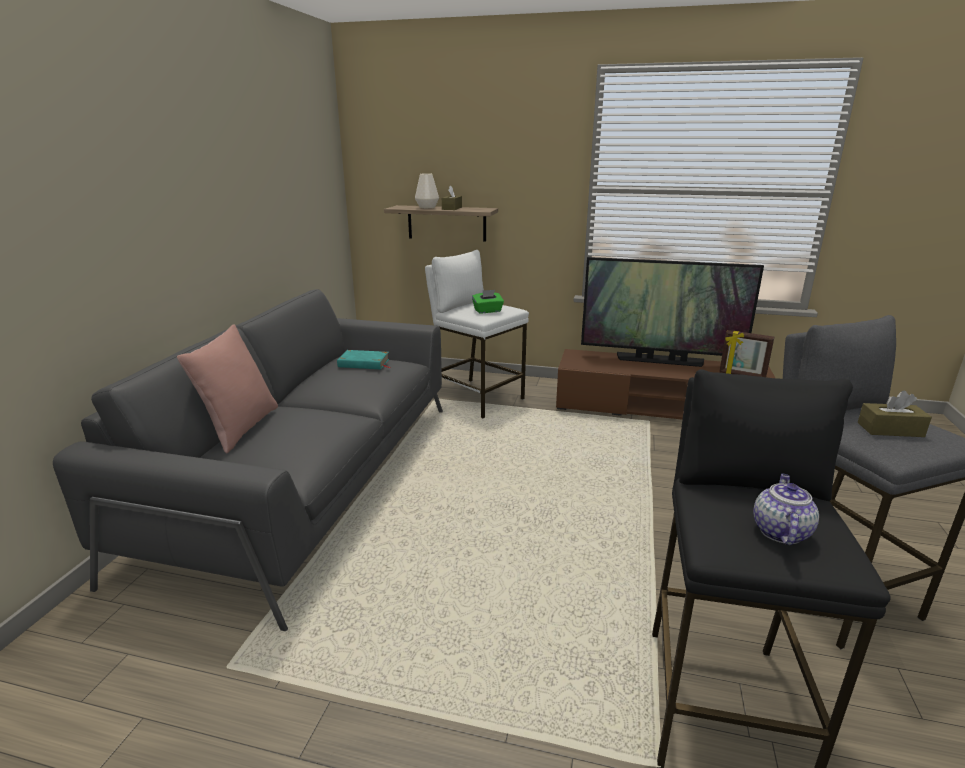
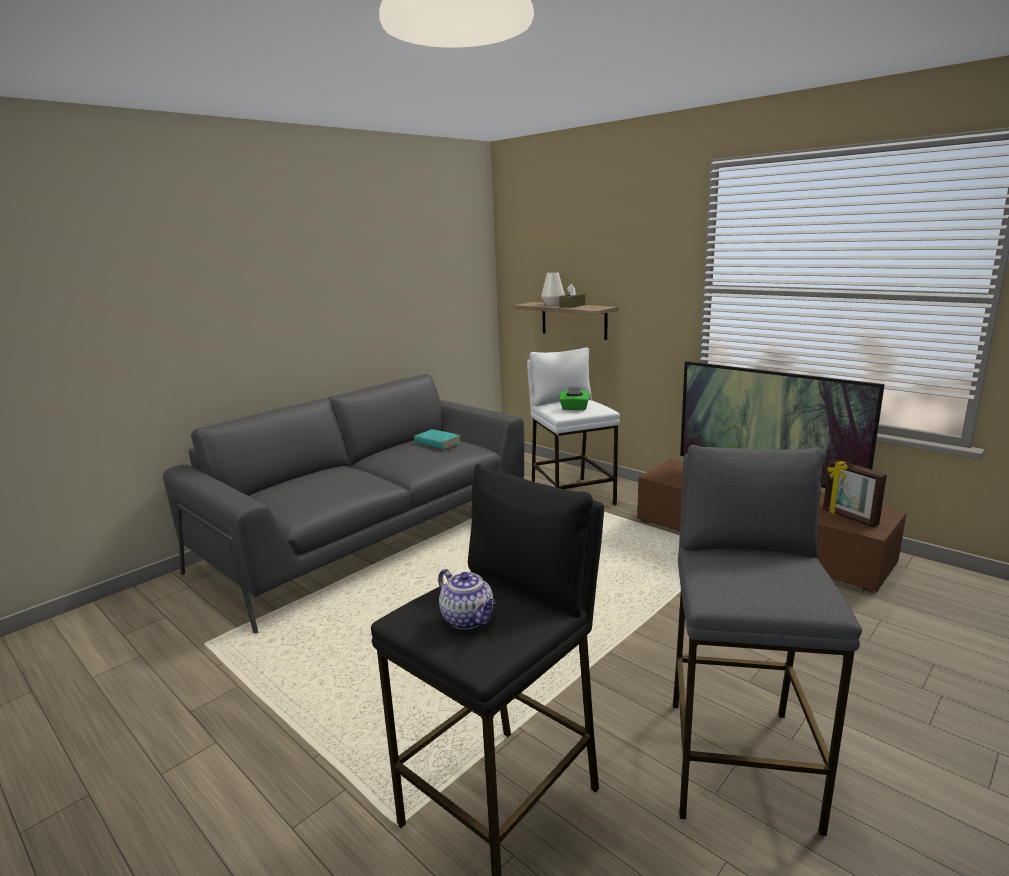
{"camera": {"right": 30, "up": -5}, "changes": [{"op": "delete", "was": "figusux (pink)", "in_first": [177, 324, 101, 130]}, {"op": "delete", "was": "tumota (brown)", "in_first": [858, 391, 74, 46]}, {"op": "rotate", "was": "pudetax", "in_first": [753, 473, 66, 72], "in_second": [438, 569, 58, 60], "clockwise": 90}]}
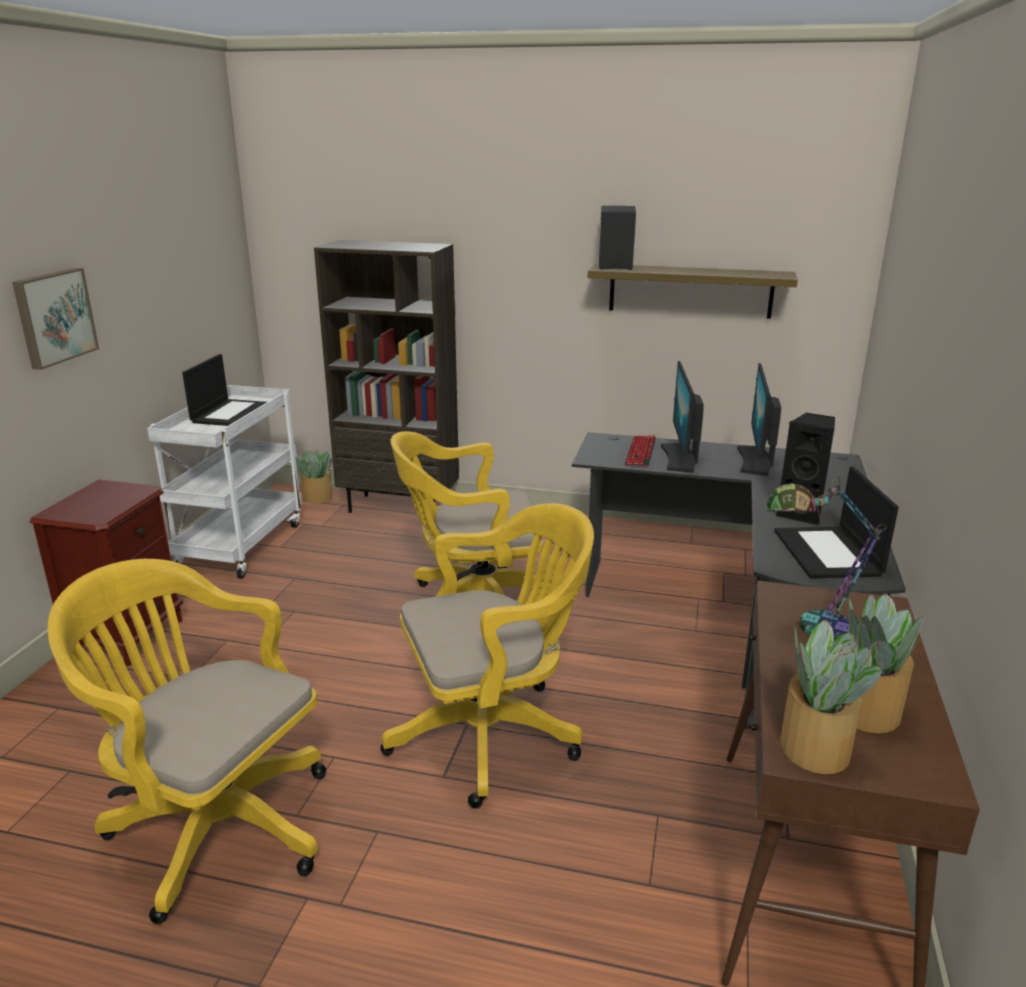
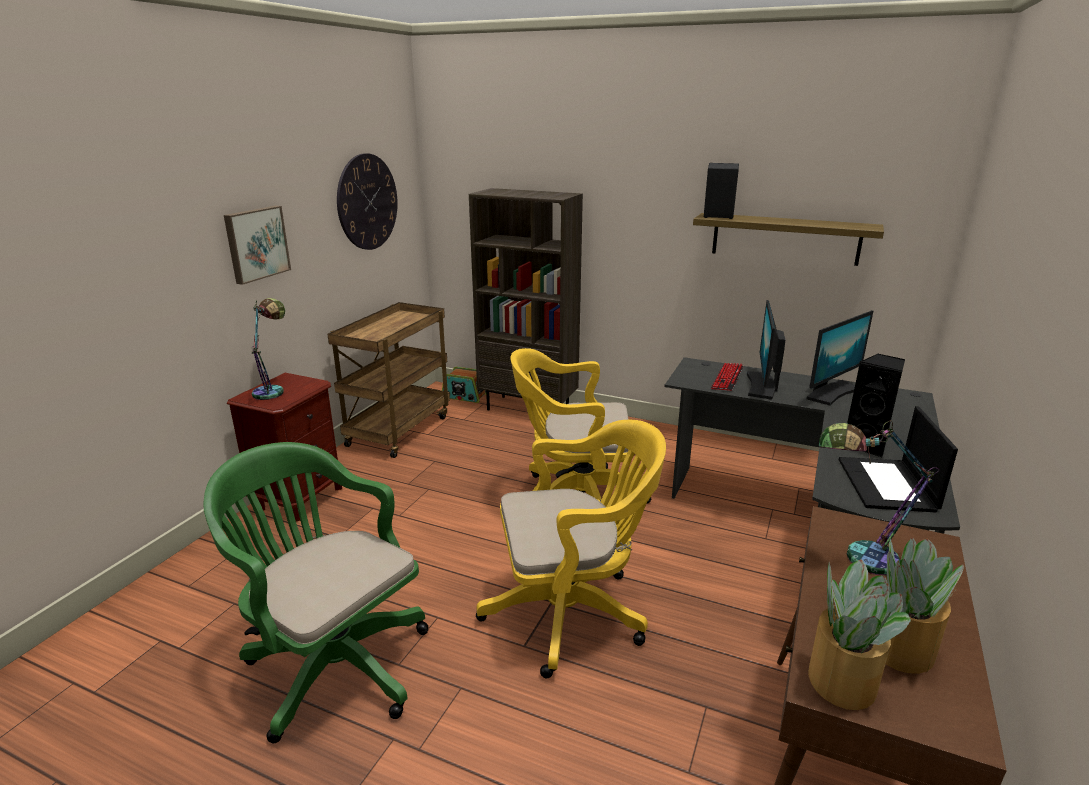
{"camera": {"right": 10, "up": 0}, "changes": [{"op": "delete", "was": "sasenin", "in_first": [182, 354, 85, 72]}, {"op": "rotate", "was": "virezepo", "in_first": [737, 363, 44, 113], "in_second": [807, 310, 66, 96], "clockwise": -150}, {"op": "recolor", "was": "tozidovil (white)", "now": "tozidovil (brown)", "in_first": [147, 385, 155, 193], "in_second": [327, 302, 123, 156]}, {"op": "replace", "was": "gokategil", "now": "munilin", "in_first": [295, 449, 37, 55], "in_second": [442, 367, 44, 36]}, {"op": "recolor", "was": "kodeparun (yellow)", "now": "kodeparun (green)", "in_first": [48, 559, 278, 365], "in_second": [204, 442, 225, 302]}, {"op": "insert", "now": "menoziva", "in_second": [337, 153, 61, 97]}, {"op": "insert", "now": "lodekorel", "in_second": [252, 298, 33, 102]}]}
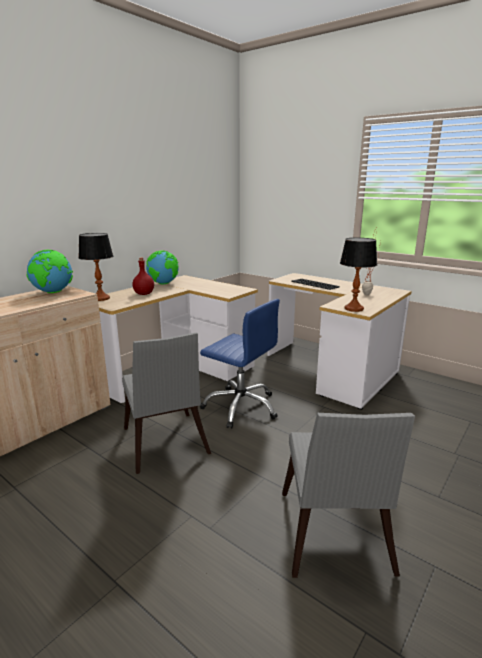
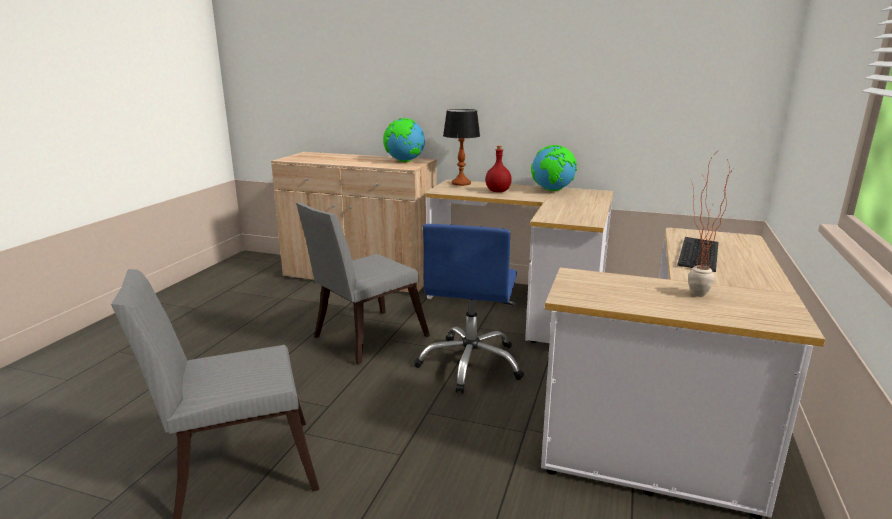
{"camera": {"right": 70, "up": 0}, "changes": [{"op": "delete", "was": "lodekorel", "in_first": [340, 238, 37, 74]}]}
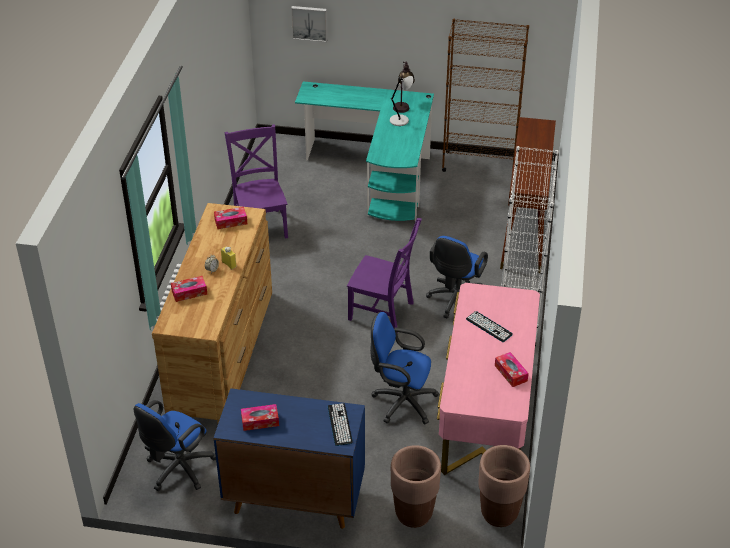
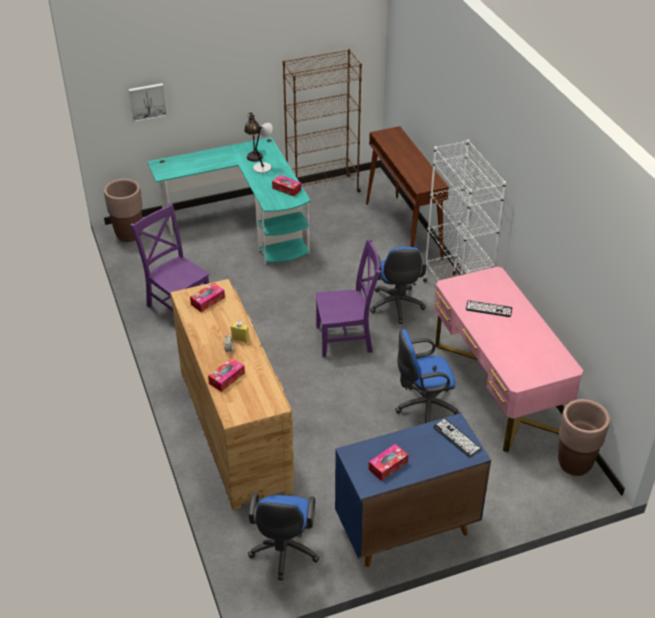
{"camera": {"right": -30, "up": 0}, "changes": [{"op": "move", "was": "tumota", "in_first": [495, 352, 34, 35], "in_second": [272, 175, 29, 22]}, {"op": "move", "was": "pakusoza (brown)", "in_first": [391, 445, 50, 83], "in_second": [104, 179, 39, 63]}]}
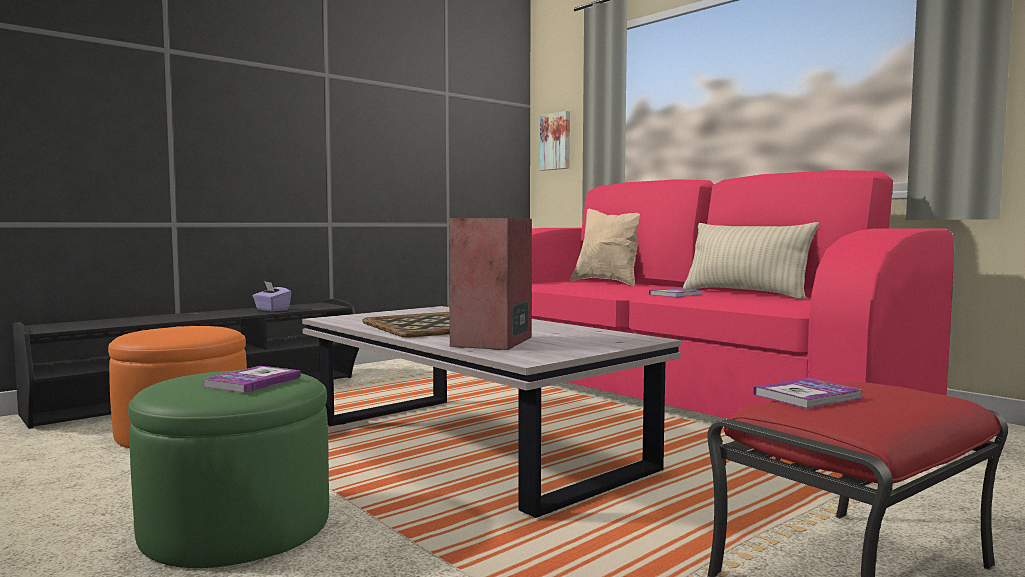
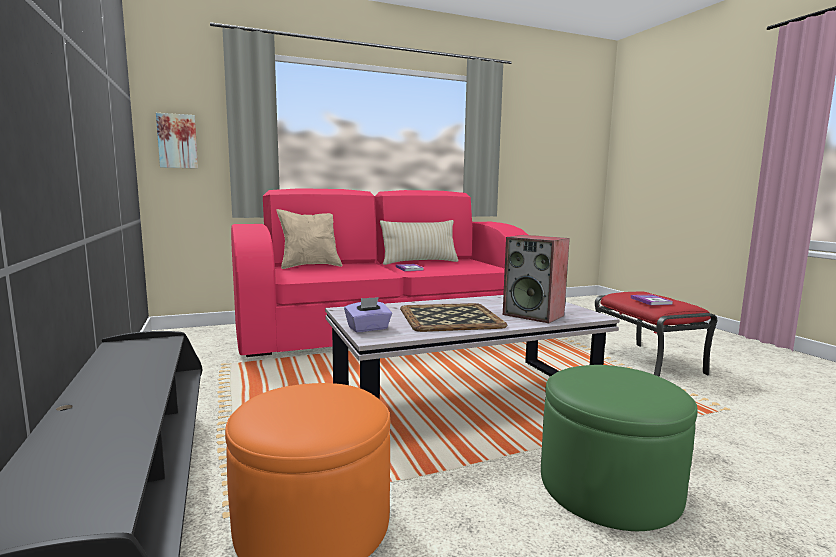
{"camera": {"right": -70, "up": 5}, "changes": [{"op": "move", "was": "tumota (purple)", "in_first": [253, 281, 38, 31], "in_second": [344, 297, 48, 35]}, {"op": "delete", "was": "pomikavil", "in_first": [203, 366, 98, 27]}]}
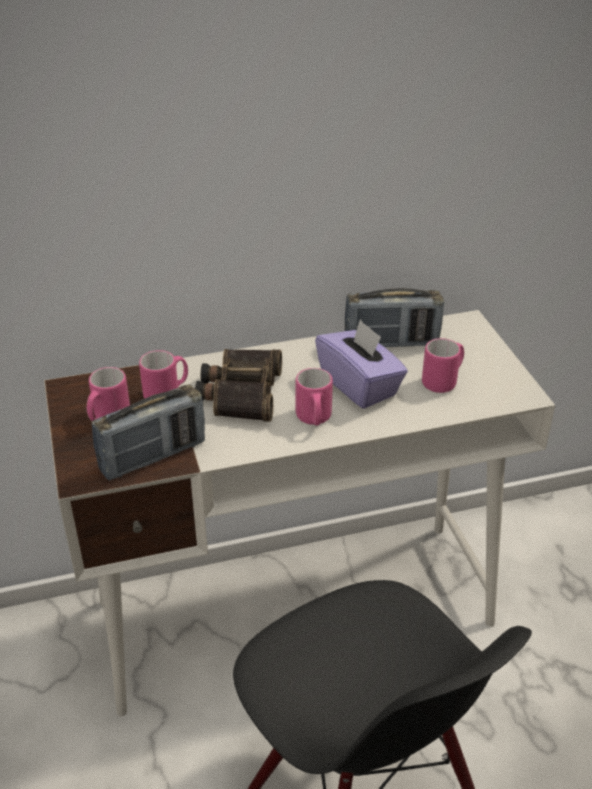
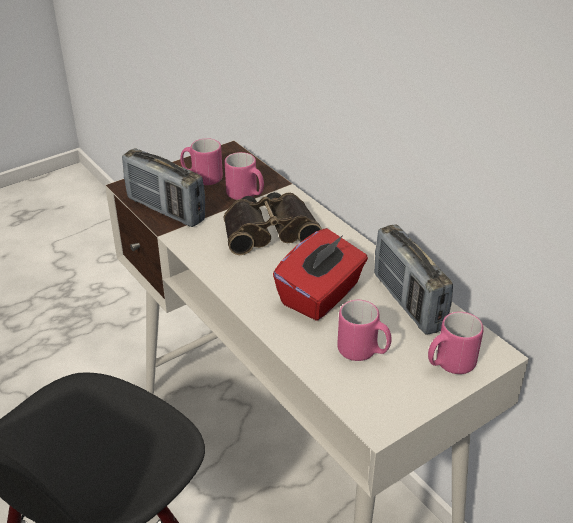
{"camera": {"right": 70, "up": 0}, "changes": [{"op": "recolor", "was": "tumota (purple)", "now": "tumota (red)", "in_first": [315, 319, 93, 90], "in_second": [273, 228, 95, 93]}, {"op": "move", "was": "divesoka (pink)", "in_first": [296, 368, 37, 58], "in_second": [428, 312, 56, 62]}]}
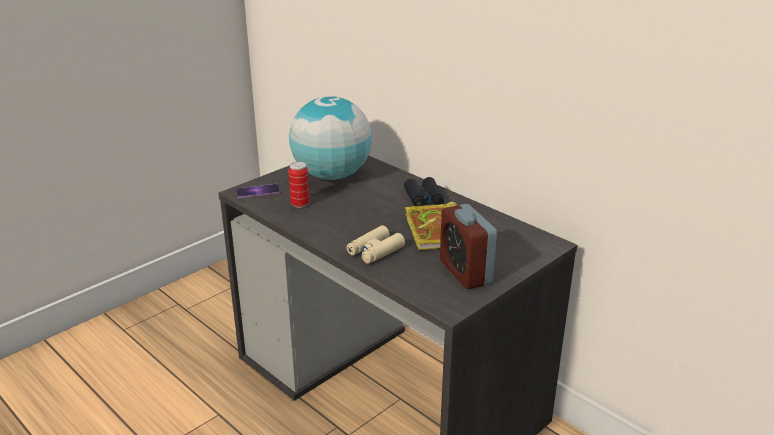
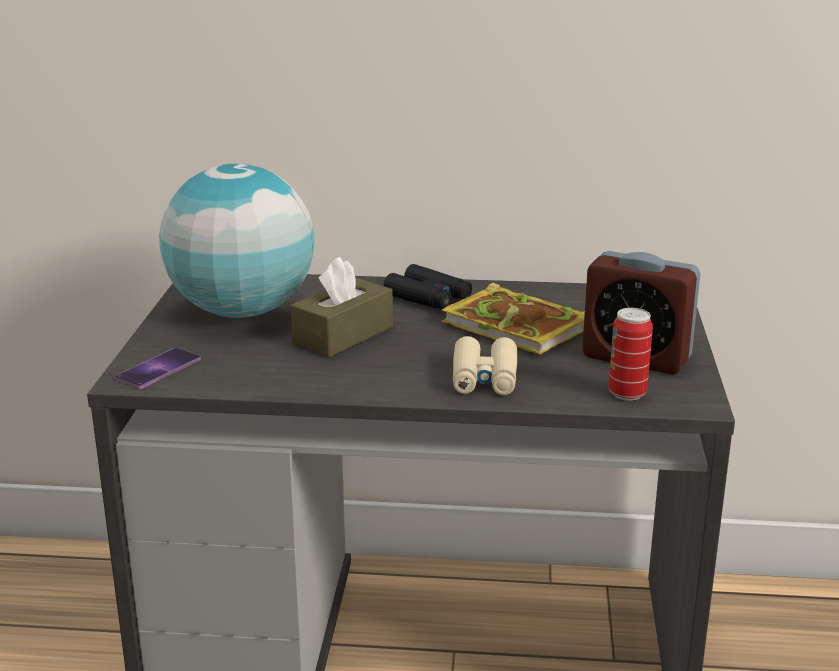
{"camera": {"right": -40, "up": -5}, "changes": [{"op": "move", "was": "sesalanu", "in_first": [288, 162, 22, 46], "in_second": [609, 308, 44, 93]}, {"op": "insert", "now": "tumota (brown)", "in_second": [290, 257, 103, 100]}]}
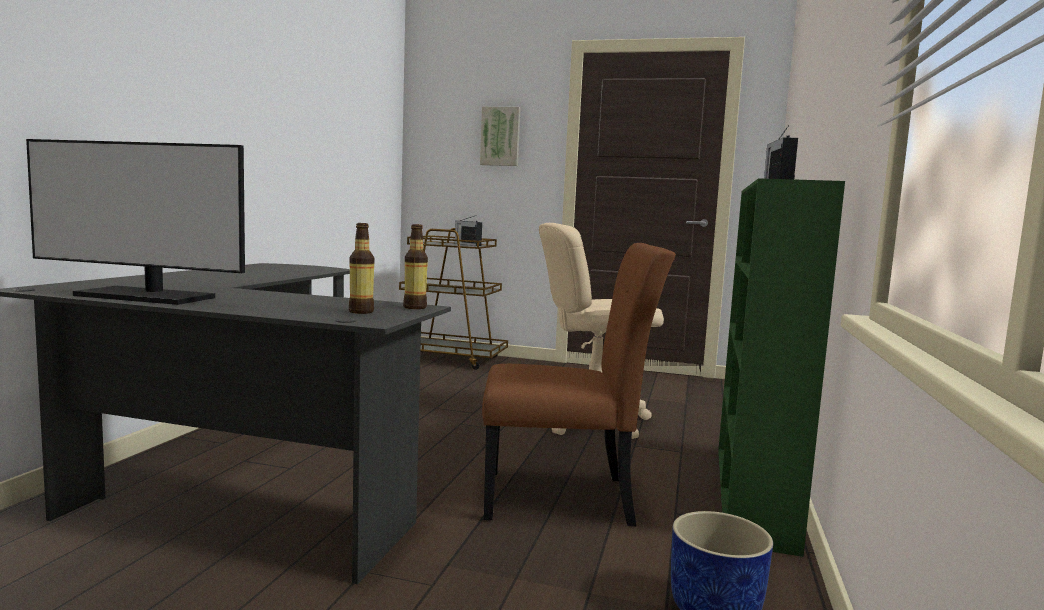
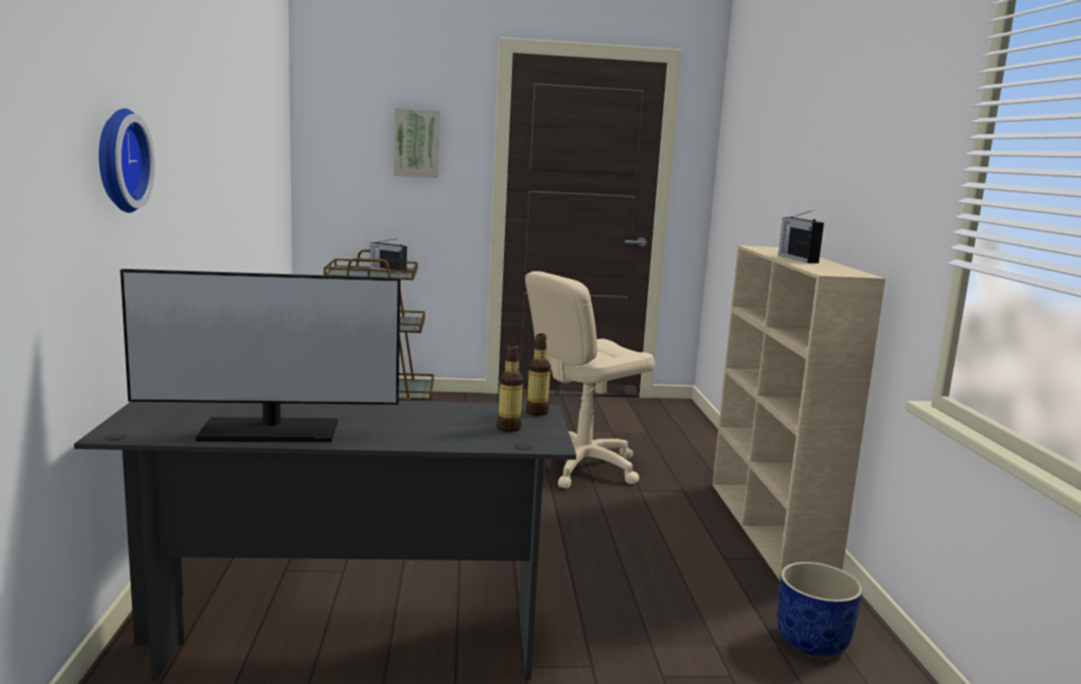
{"camera": {"right": -20, "up": 5}, "changes": [{"op": "recolor", "was": "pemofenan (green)", "now": "pemofenan (beige)", "in_first": [718, 178, 127, 379], "in_second": [712, 245, 173, 335]}, {"op": "delete", "was": "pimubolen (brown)", "in_first": [482, 243, 194, 283]}, {"op": "insert", "now": "menoziva", "in_second": [99, 108, 56, 105]}]}
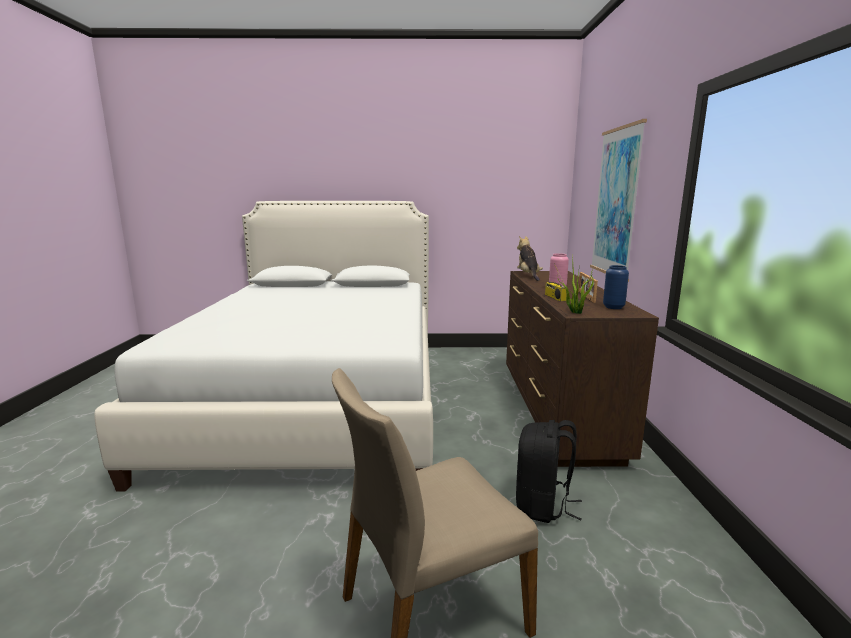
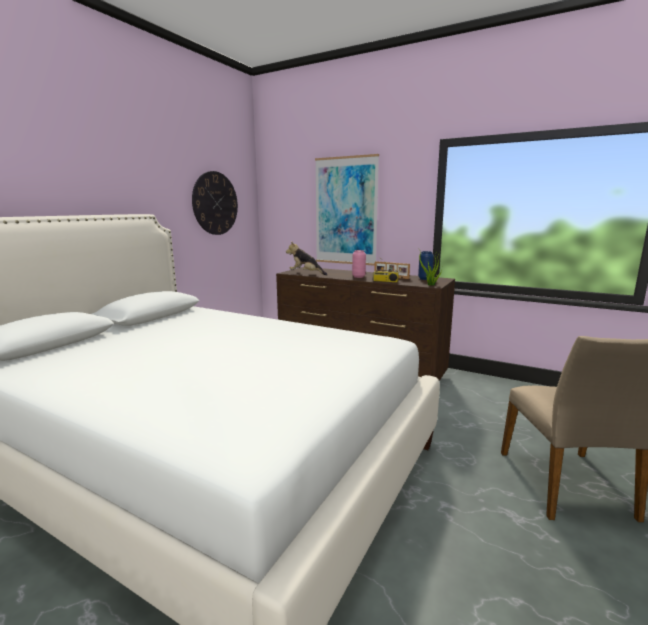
{"camera": {"right": -60, "up": 0}, "changes": [{"op": "delete", "was": "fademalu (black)", "in_first": [516, 420, 66, 103]}, {"op": "insert", "now": "menoziva", "in_second": [192, 171, 46, 64]}]}
